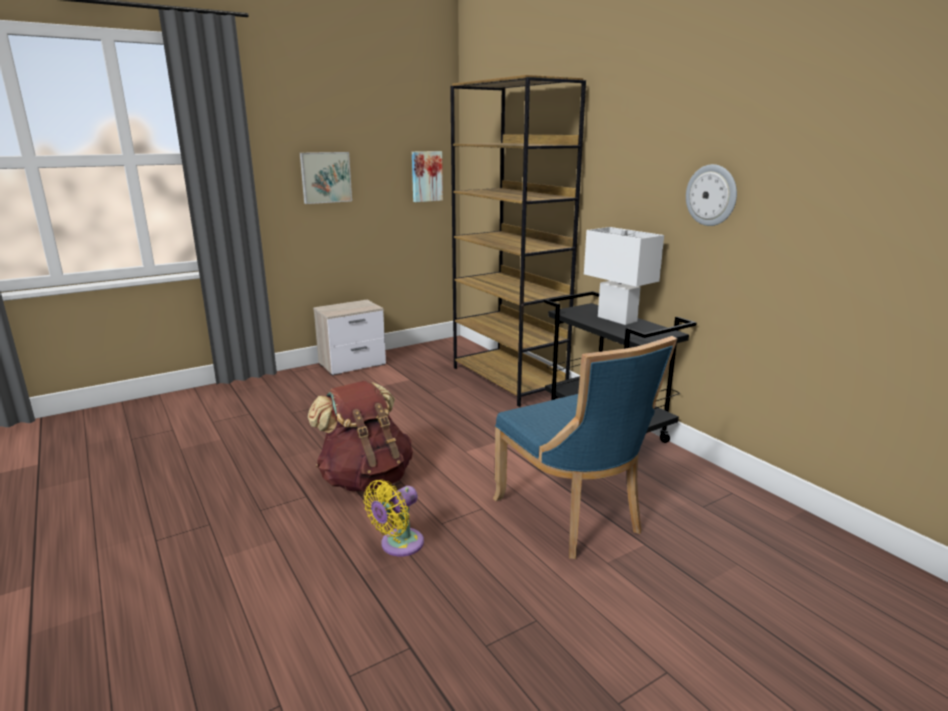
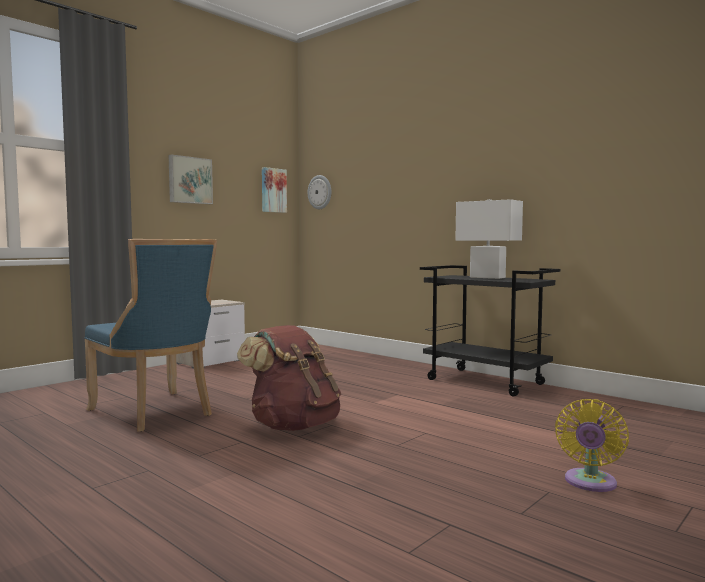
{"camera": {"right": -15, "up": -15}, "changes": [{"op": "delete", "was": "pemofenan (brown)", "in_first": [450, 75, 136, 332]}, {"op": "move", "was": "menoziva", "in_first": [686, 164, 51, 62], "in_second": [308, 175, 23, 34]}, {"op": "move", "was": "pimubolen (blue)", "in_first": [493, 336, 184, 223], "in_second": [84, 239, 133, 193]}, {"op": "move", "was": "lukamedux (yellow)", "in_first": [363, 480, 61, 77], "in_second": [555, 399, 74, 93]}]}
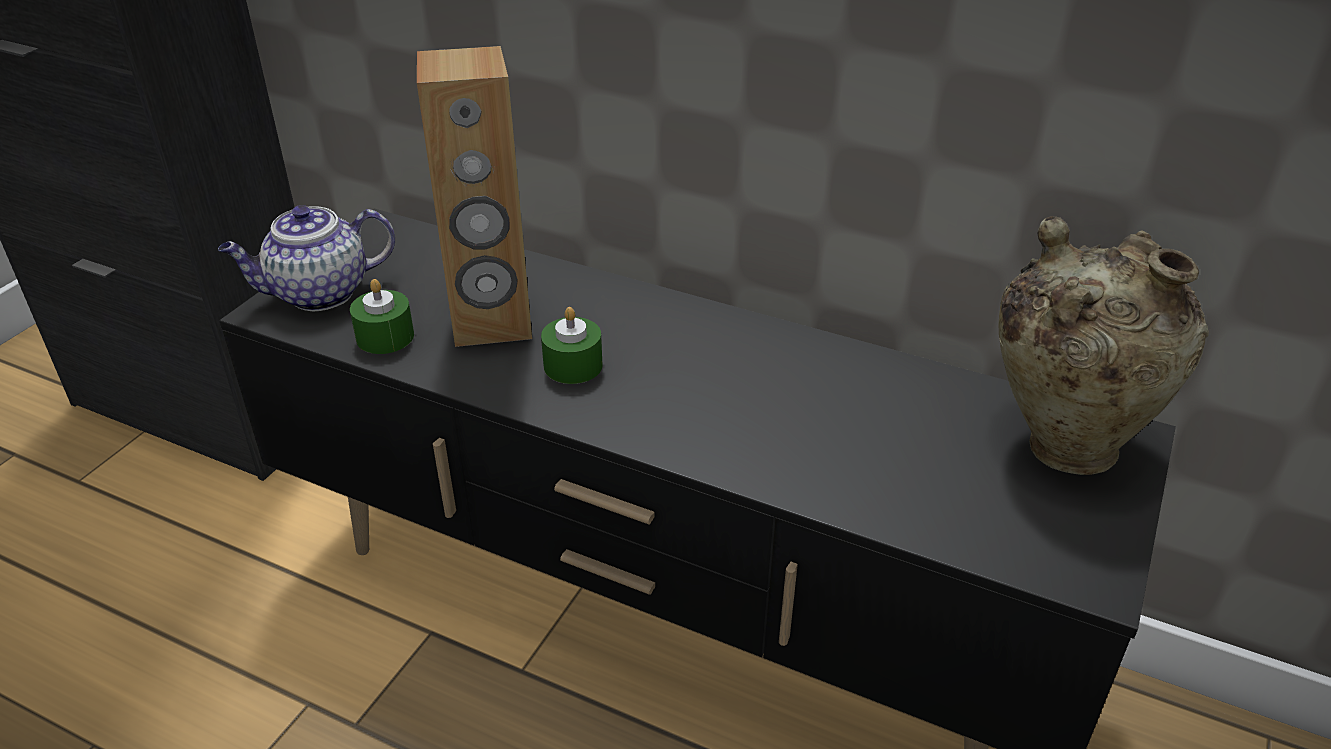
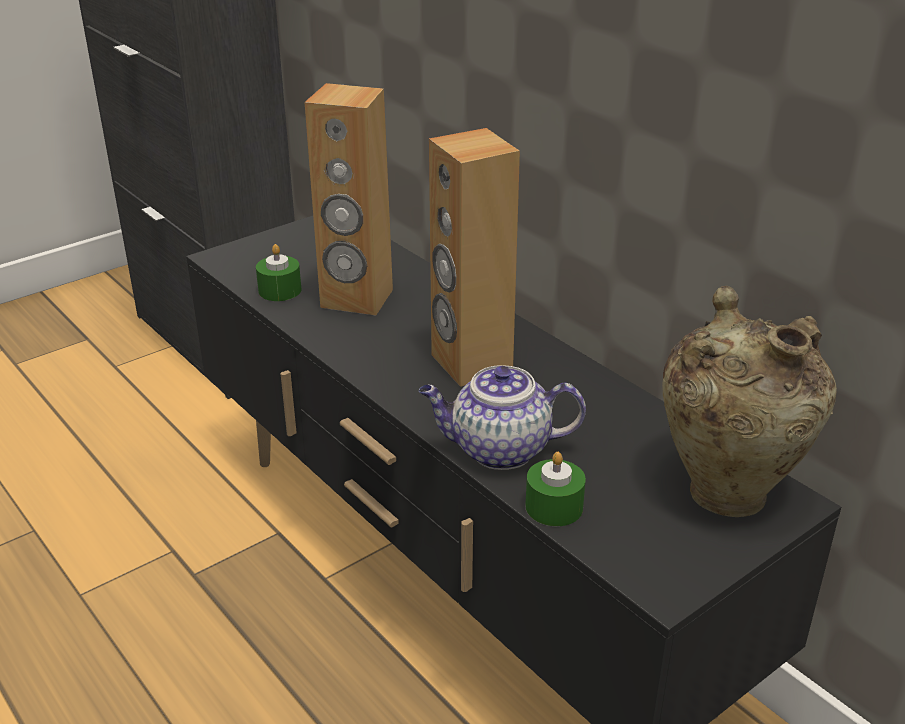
{"camera": {"right": 25, "up": -5}, "changes": [{"op": "move", "was": "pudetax", "in_first": [218, 205, 177, 107], "in_second": [419, 365, 167, 105]}, {"op": "move", "was": "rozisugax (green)", "in_first": [541, 307, 62, 77], "in_second": [525, 452, 61, 74]}, {"op": "insert", "now": "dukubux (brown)", "in_second": [429, 128, 91, 259]}]}
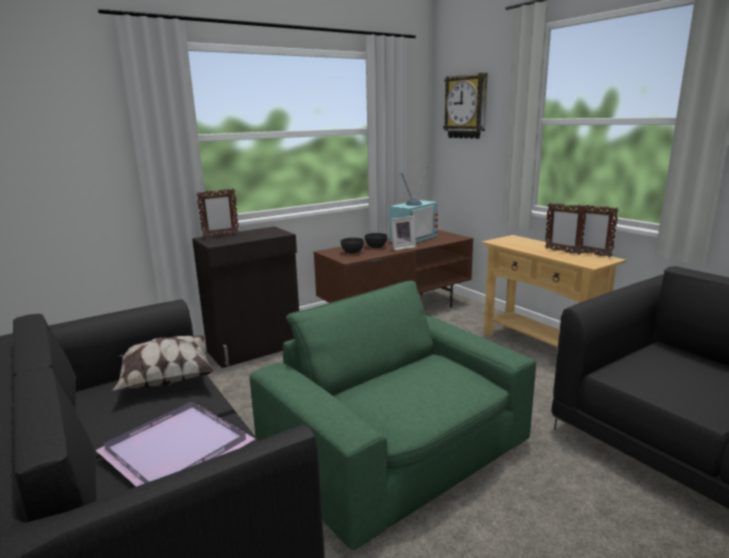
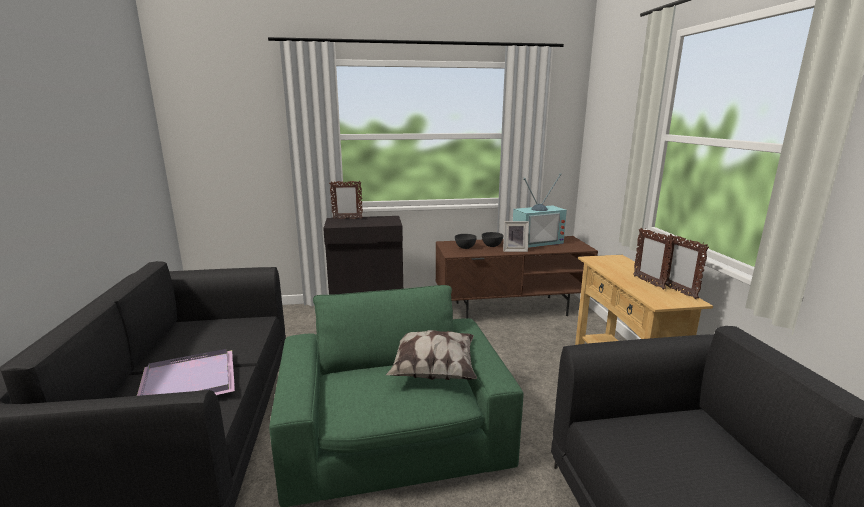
{"camera": {"right": 25, "up": 0}, "changes": [{"op": "delete", "was": "menoziva", "in_first": [443, 73, 45, 66]}, {"op": "move", "was": "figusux", "in_first": [112, 335, 103, 56], "in_second": [386, 330, 91, 50]}]}
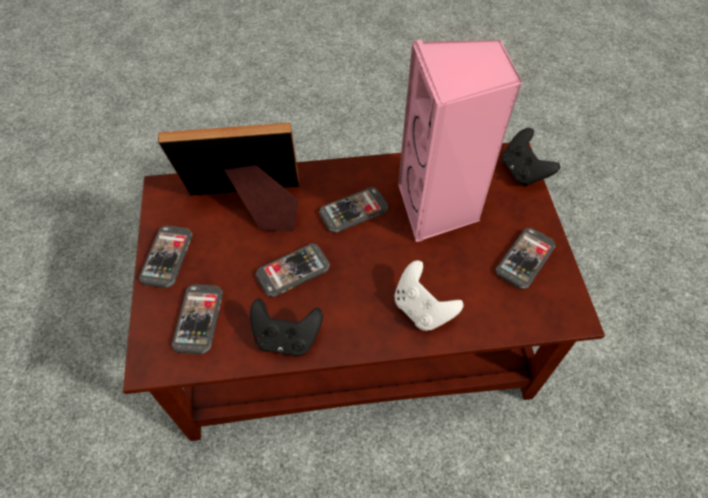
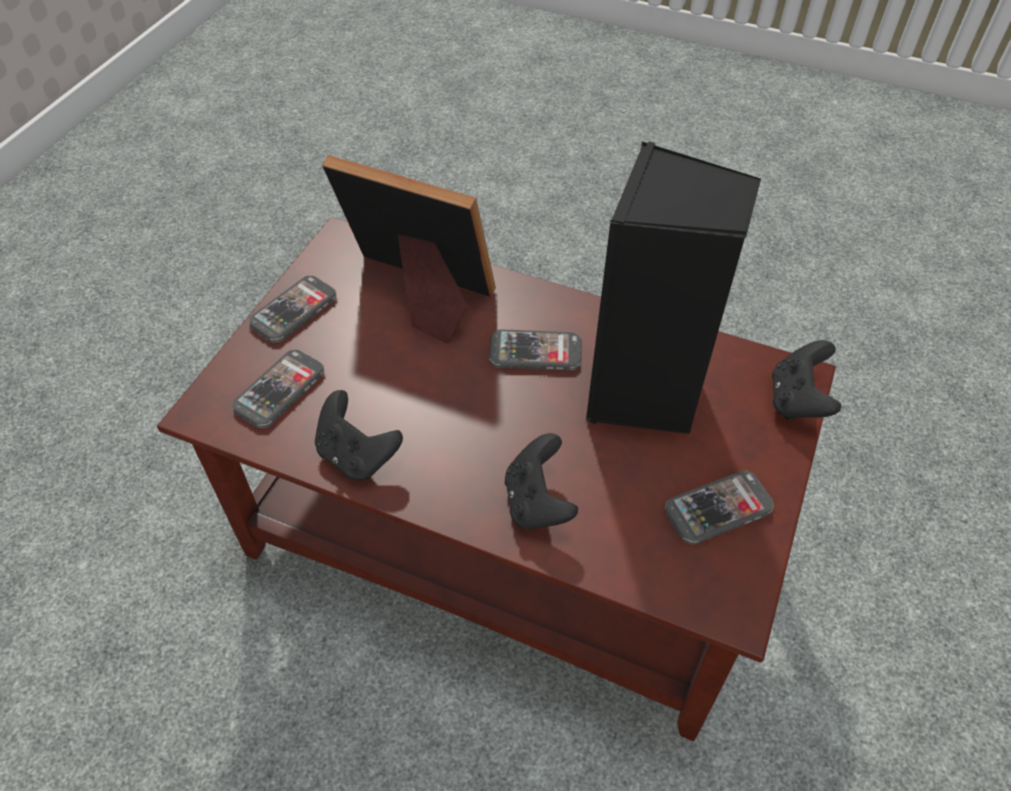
{"camera": {"right": 30, "up": -5}, "changes": [{"op": "recolor", "was": "dukubux (pink)", "now": "dukubux (black)", "in_first": [398, 40, 125, 202], "in_second": [586, 141, 175, 293]}, {"op": "delete", "was": "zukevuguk", "in_first": [256, 244, 74, 53]}, {"op": "recolor", "was": "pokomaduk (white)", "now": "pokomaduk (black)", "in_first": [395, 260, 69, 71], "in_second": [505, 433, 73, 97]}]}
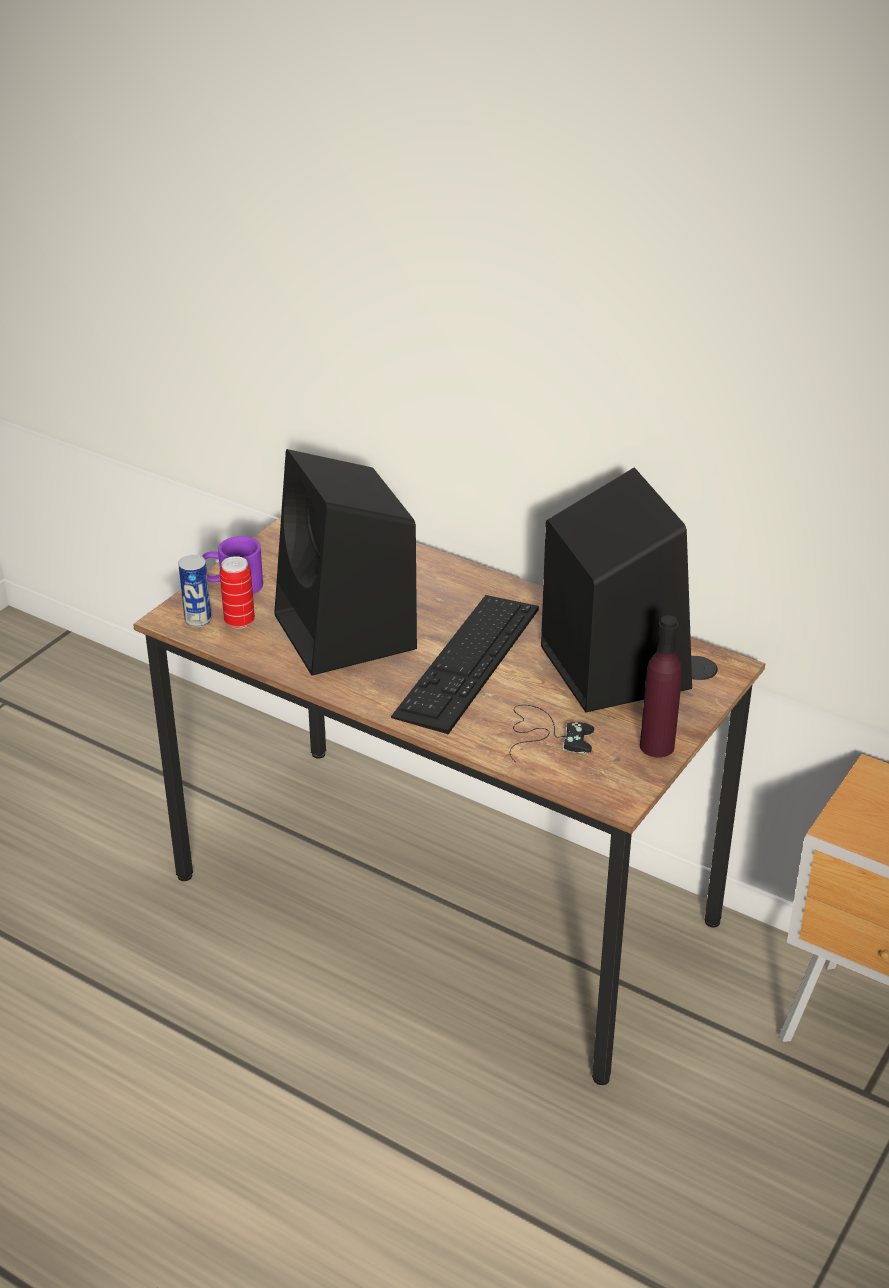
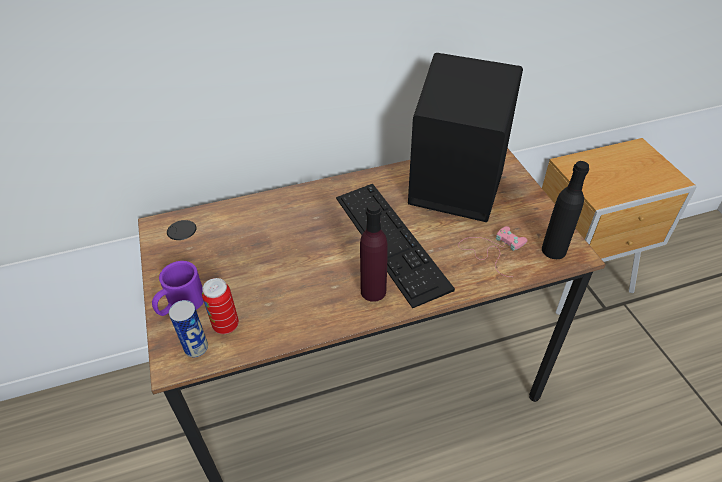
{"camera": {"right": -50, "up": 10}, "changes": [{"op": "delete", "was": "dukubux (black)", "in_first": [274, 449, 143, 227]}, {"op": "move", "was": "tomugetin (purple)", "in_first": [640, 615, 42, 143], "in_second": [360, 202, 28, 100]}, {"op": "recolor", "was": "pokomaduk (black)", "now": "pokomaduk (pink)", "in_first": [510, 705, 84, 58], "in_second": [458, 226, 69, 51]}, {"op": "insert", "now": "tomugetin (black)", "in_second": [542, 161, 47, 98]}]}
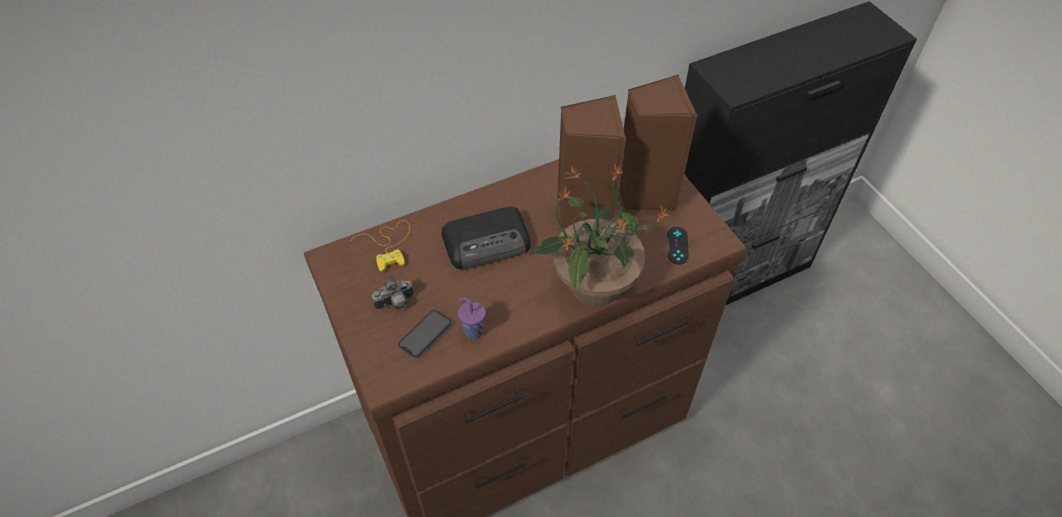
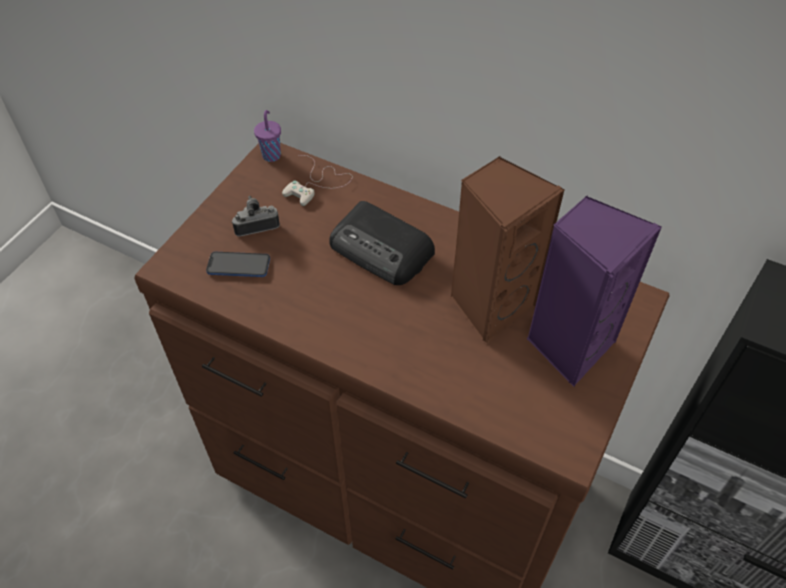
{"camera": {"right": 55, "up": 0}, "changes": [{"op": "recolor", "was": "dukubux (brown)", "now": "dukubux (purple)", "in_first": [619, 75, 79, 137], "in_second": [527, 195, 135, 192]}, {"op": "delete", "was": "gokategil", "in_first": [528, 164, 142, 142]}, {"op": "recolor", "was": "pokomaduk (yellow)", "now": "pokomaduk (white)", "in_first": [351, 220, 59, 52], "in_second": [282, 155, 71, 51]}, {"op": "delete", "was": "pokomaduk (black)", "in_first": [667, 227, 22, 37]}, {"op": "rotate", "was": "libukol", "in_first": [372, 275, 42, 35], "in_second": [232, 196, 48, 41], "clockwise": 135}, {"op": "move", "was": "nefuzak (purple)", "in_first": [458, 298, 28, 41], "in_second": [254, 110, 27, 52]}]}
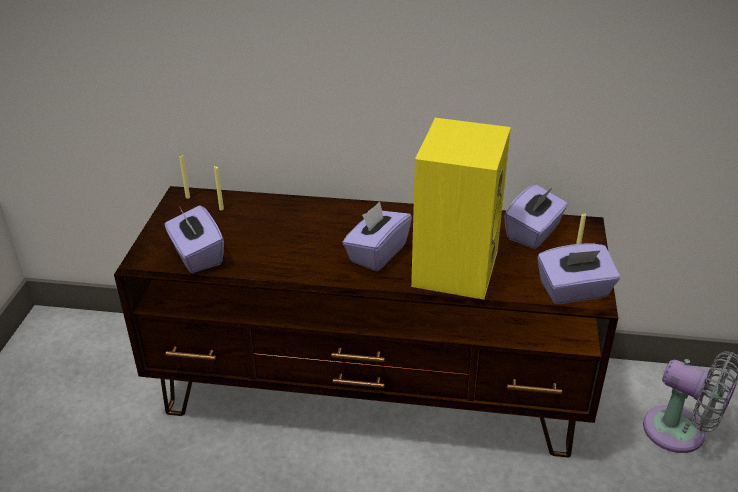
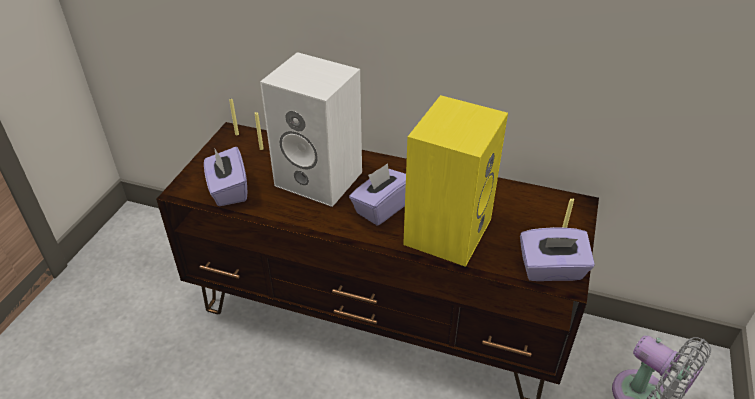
{"camera": {"right": 10, "up": 5}, "changes": [{"op": "delete", "was": "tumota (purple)", "in_first": [504, 185, 64, 64]}, {"op": "insert", "now": "dukubux (white)", "in_second": [260, 52, 102, 155]}]}
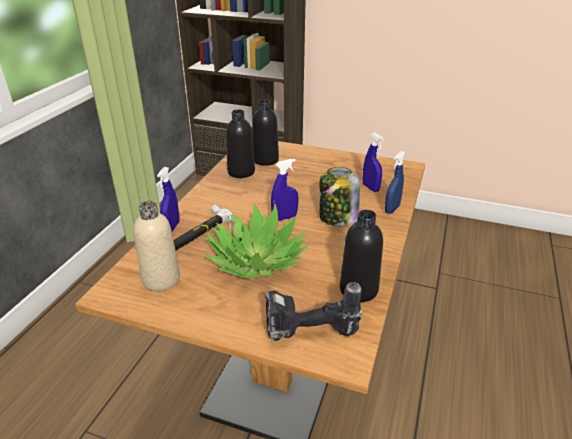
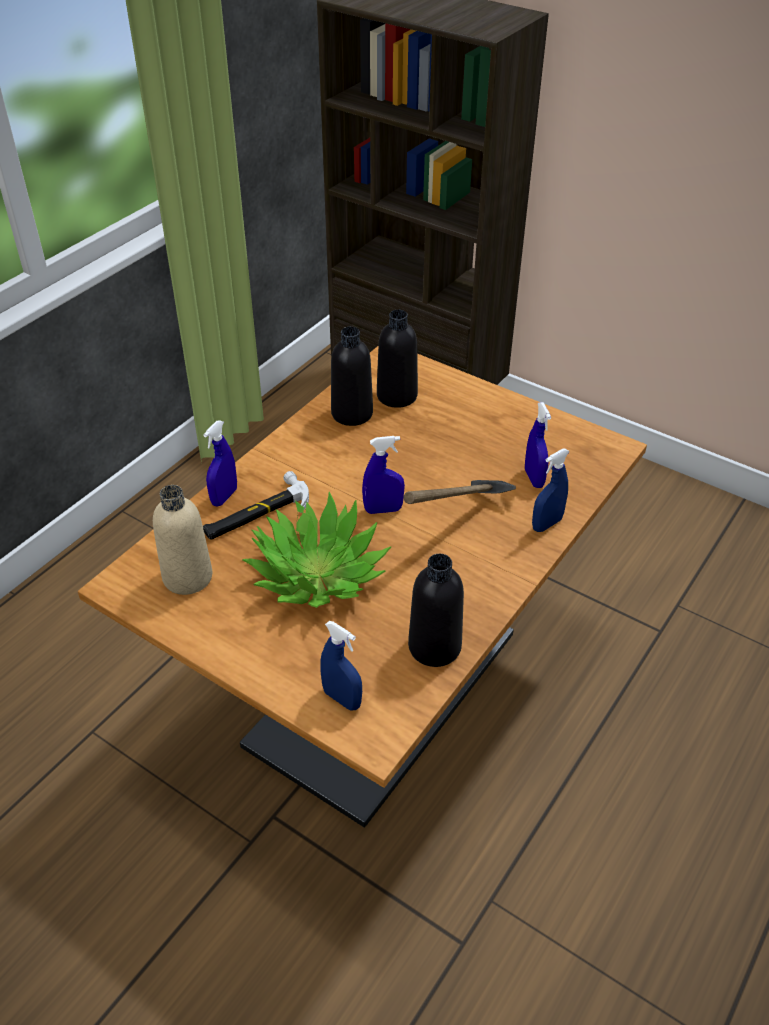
{"camera": {"right": 15, "up": 10}, "changes": [{"op": "replace", "was": "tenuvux", "now": "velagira", "in_first": [319, 167, 41, 59], "in_second": [404, 480, 112, 24]}, {"op": "replace", "was": "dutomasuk", "now": "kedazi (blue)", "in_first": [265, 282, 97, 59], "in_second": [320, 621, 42, 90]}]}
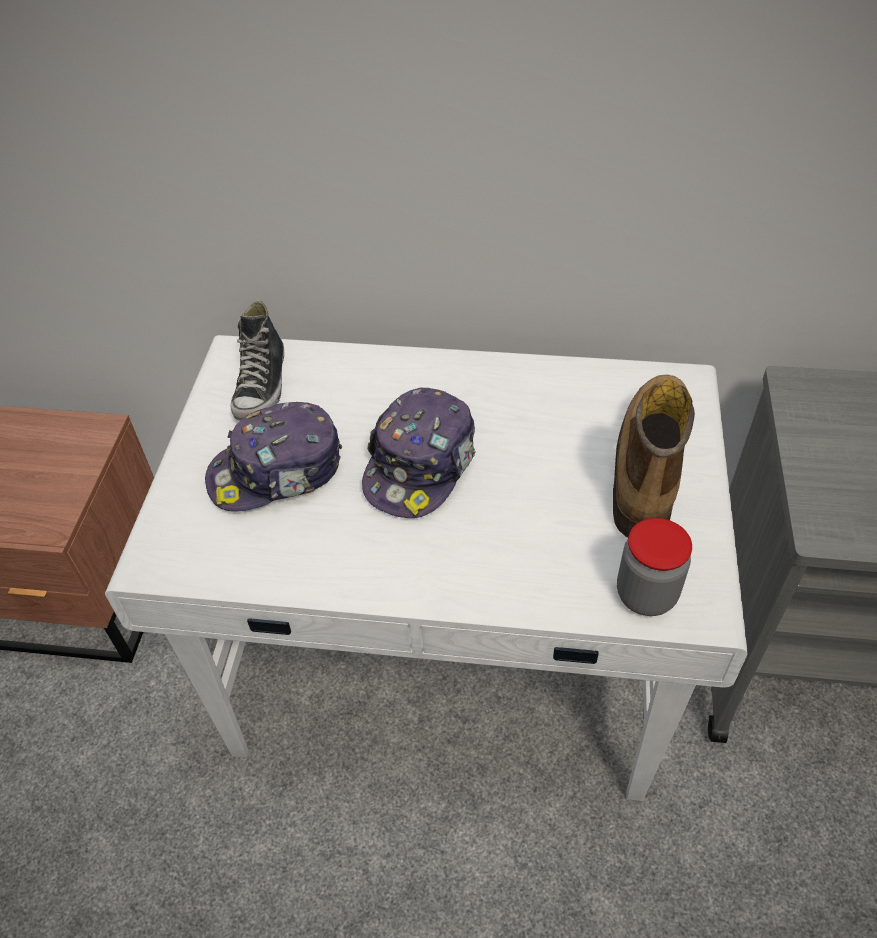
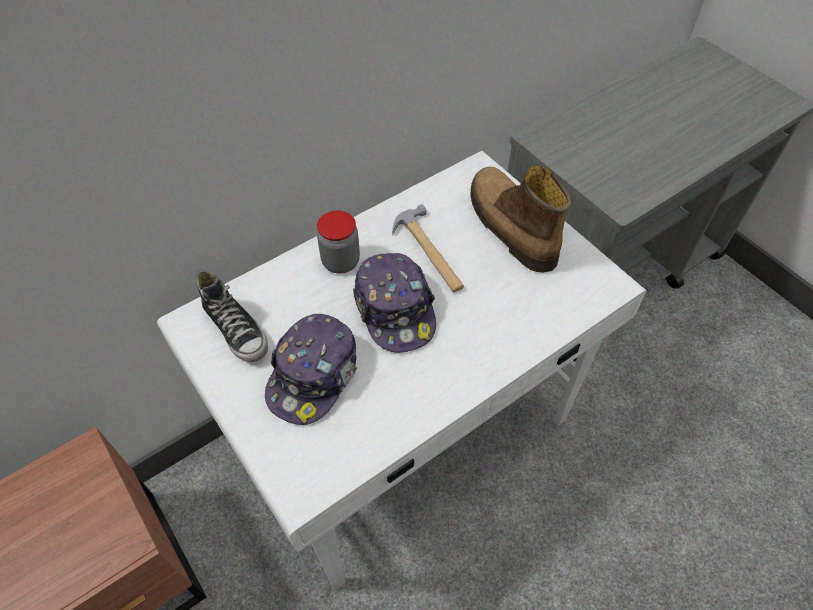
{"camera": {"right": -45, "up": 5}, "changes": [{"op": "move", "was": "tenuvux", "in_first": [617, 518, 75, 98], "in_second": [317, 211, 43, 62]}, {"op": "insert", "now": "velagira", "in_second": [392, 204, 72, 88]}]}
